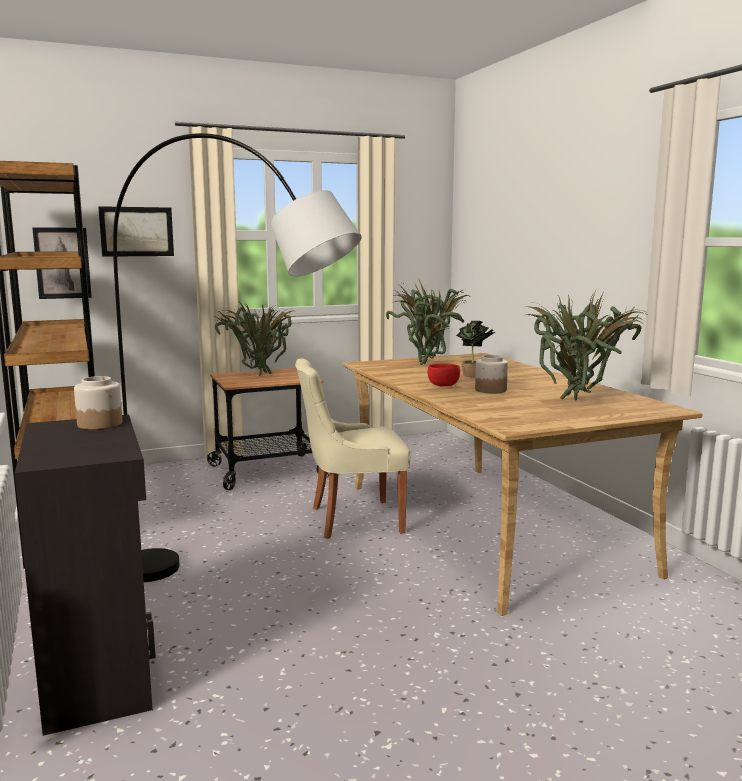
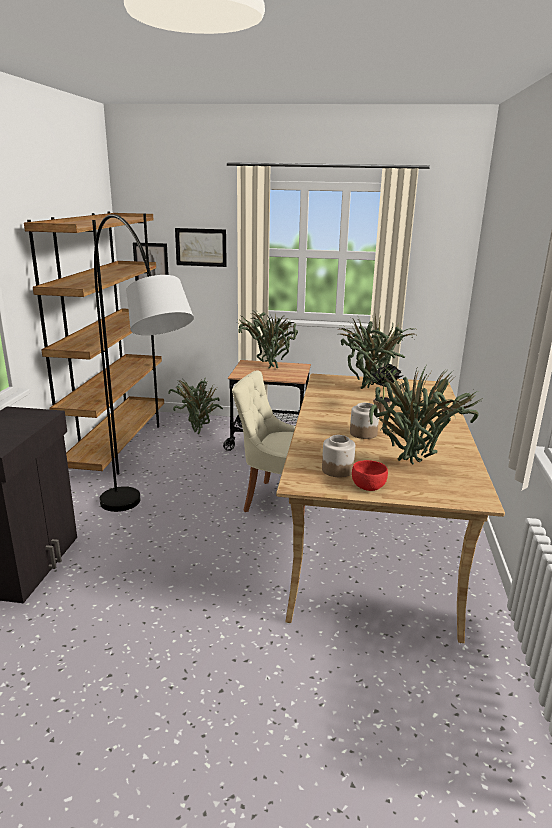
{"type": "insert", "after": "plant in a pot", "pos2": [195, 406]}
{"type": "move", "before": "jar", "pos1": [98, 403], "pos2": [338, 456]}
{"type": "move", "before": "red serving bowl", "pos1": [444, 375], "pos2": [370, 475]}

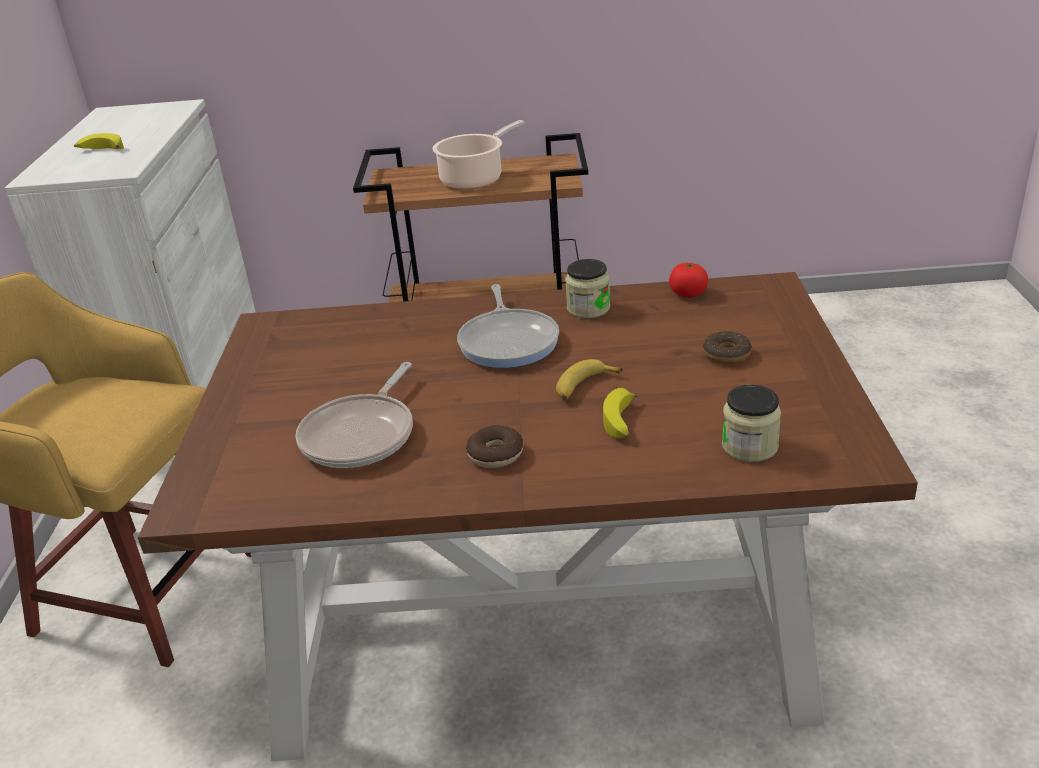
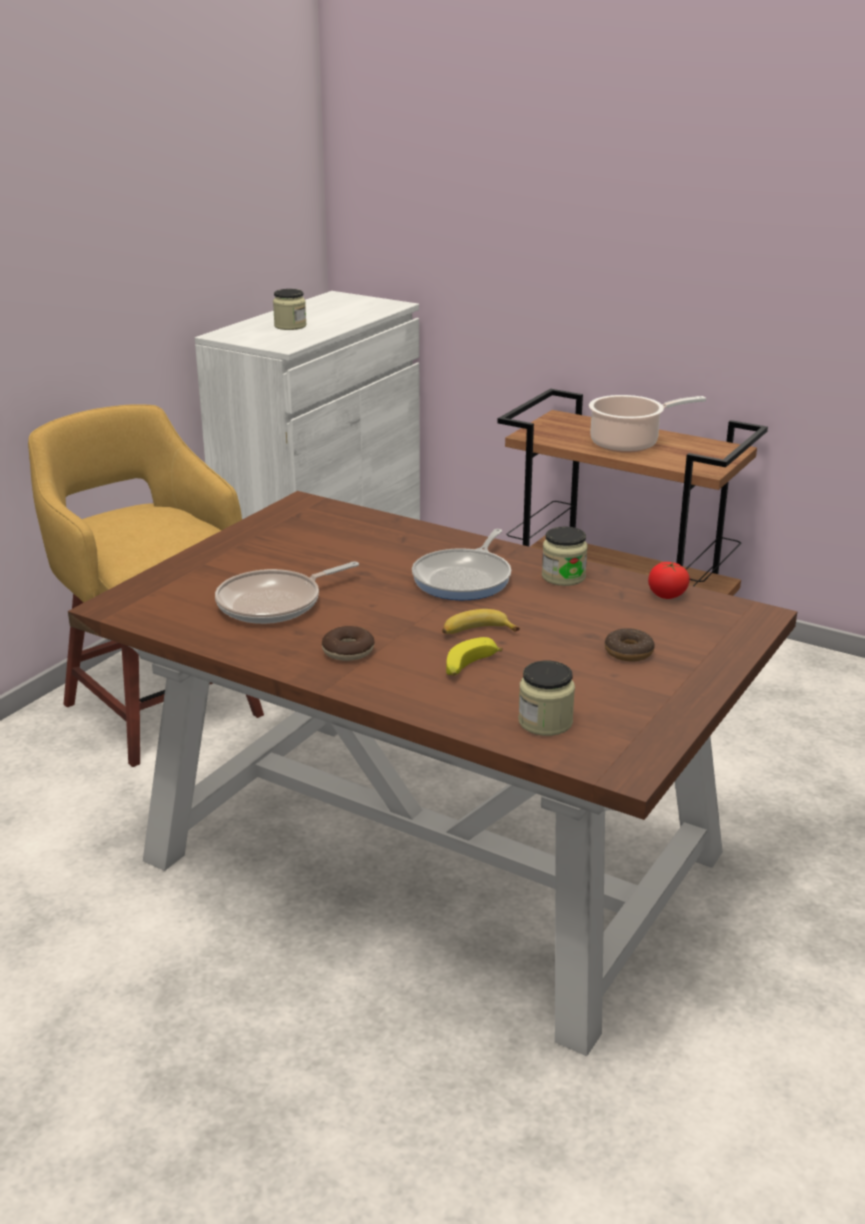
{"type": "replace", "before": "whole banana", "after": "jar", "pos1": [99, 141], "pos2": [290, 309]}

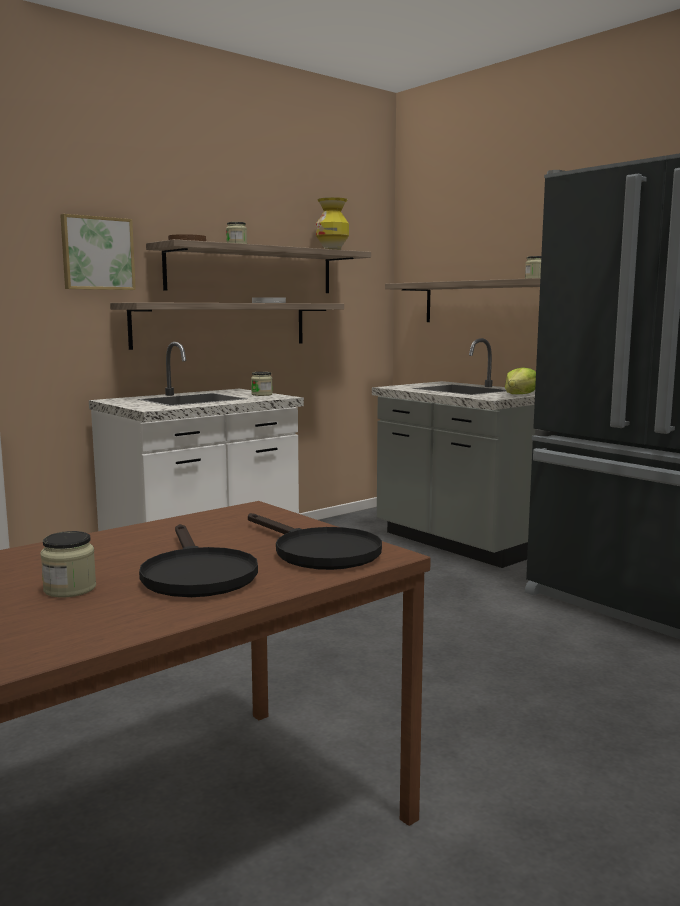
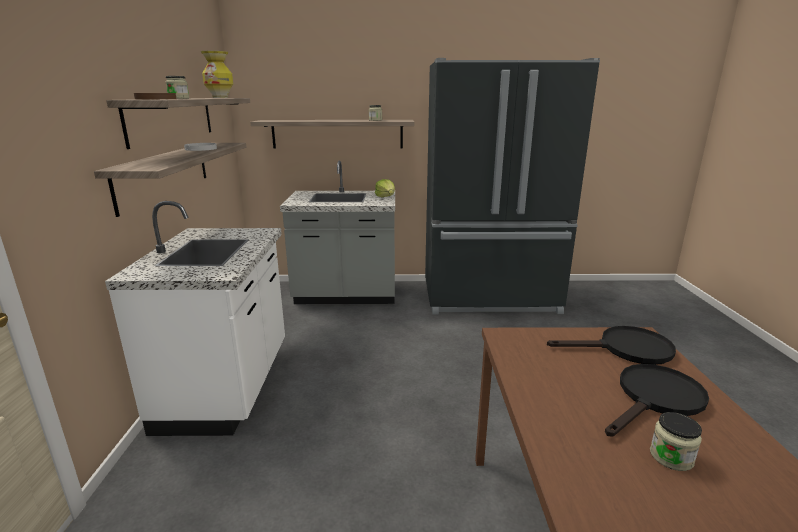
{"type": "rotate", "before": "black skillet", "pos1": [198, 560], "pos2": [657, 400], "turn": -60}
{"type": "delete", "before": "picture", "pos1": [98, 252]}
{"type": "delete", "before": "jar", "pos1": [262, 384]}

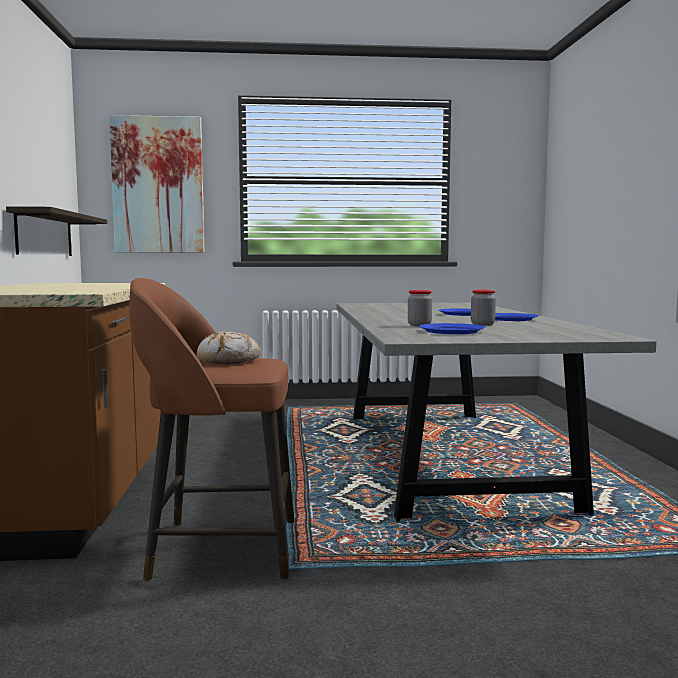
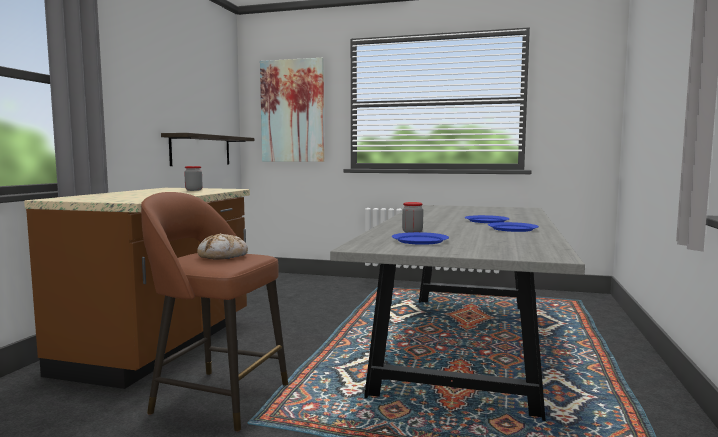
{"type": "move", "before": "jar", "pos1": [483, 308], "pos2": [193, 178]}

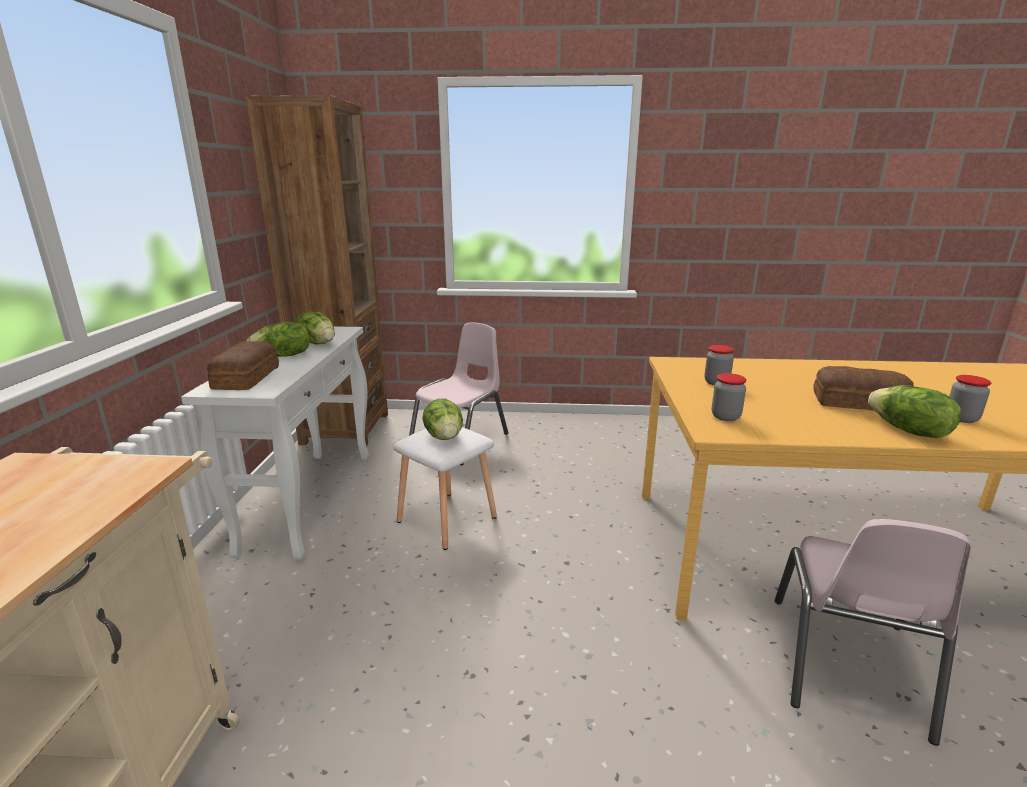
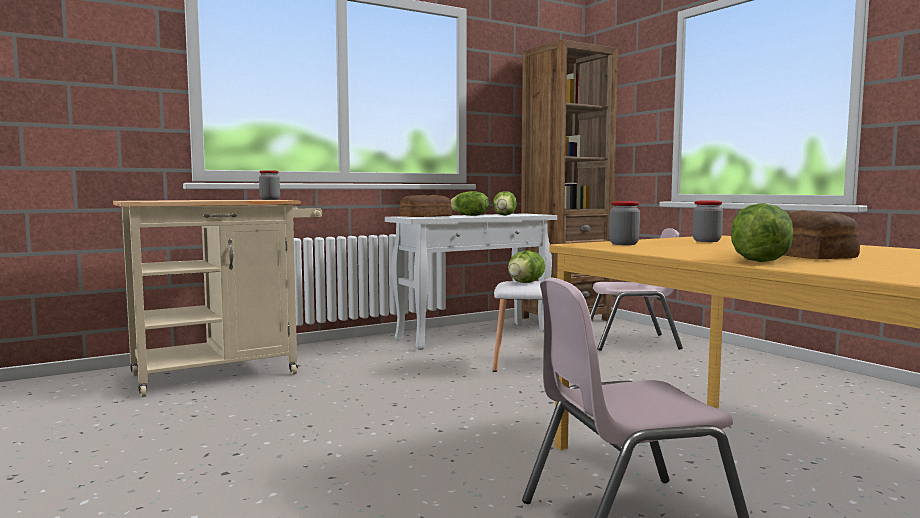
{"type": "move", "before": "jar", "pos1": [970, 399], "pos2": [269, 185]}

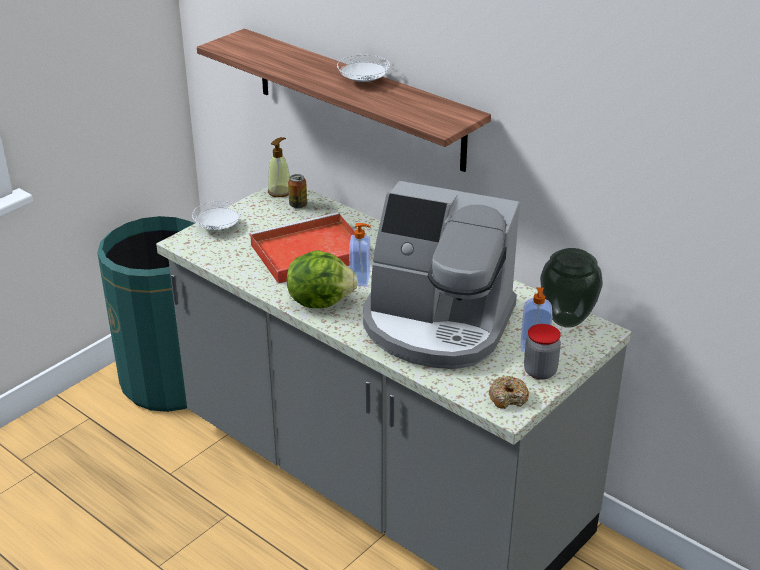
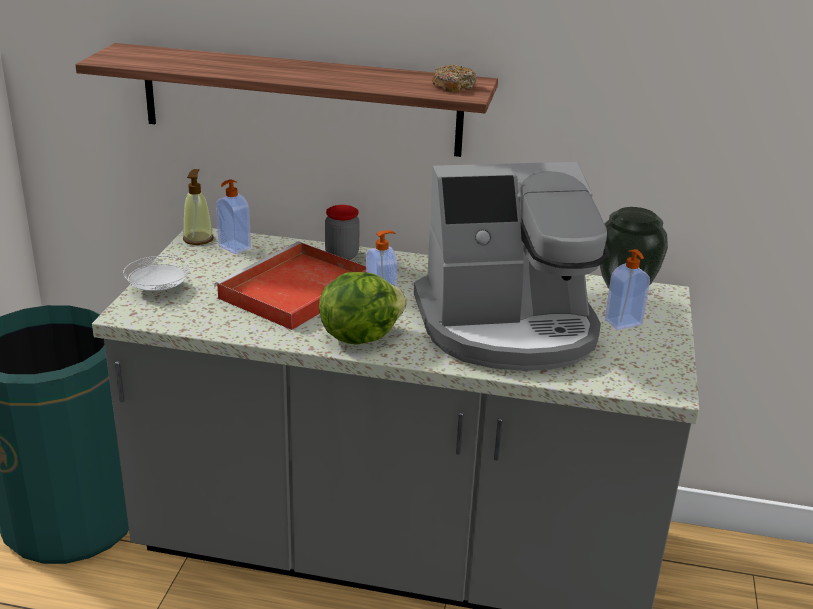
{"type": "replace", "before": "metal can", "after": "liquid soap bottle", "pos1": [297, 191], "pos2": [233, 216]}
{"type": "move", "before": "jar", "pos1": [542, 352], "pos2": [342, 232]}
{"type": "move", "before": "doughnut", "pos1": [509, 392], "pos2": [454, 78]}
{"type": "delete", "before": "white-coloured flat dish", "pos1": [363, 68]}

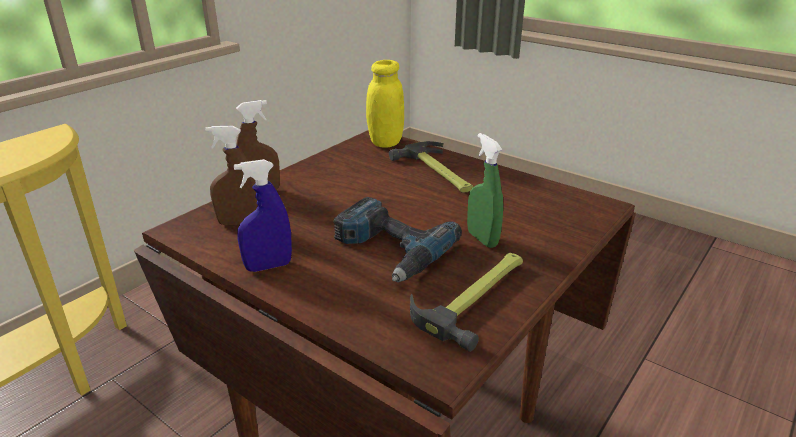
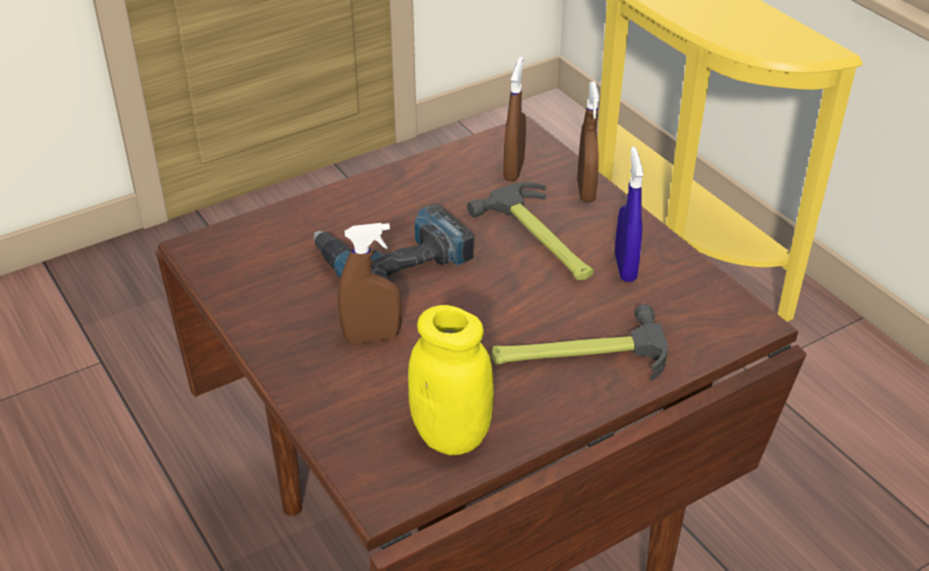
{"type": "recolor", "before": "green hand sprayer", "after": "brown hand sprayer", "pos1": [485, 190], "pos2": [370, 283]}
{"type": "move", "before": "yellow jar", "pos1": [385, 104], "pos2": [451, 380]}
{"type": "move", "before": "hand hammer", "pos1": [466, 302], "pos2": [530, 231]}
{"type": "move", "before": "blue-coloured hand sprayer", "pos1": [263, 215], "pos2": [629, 214]}

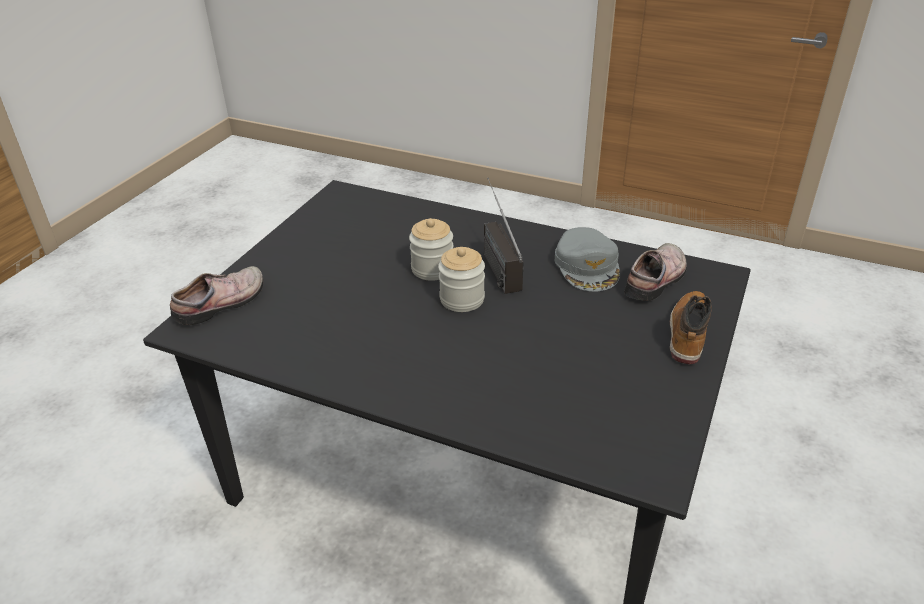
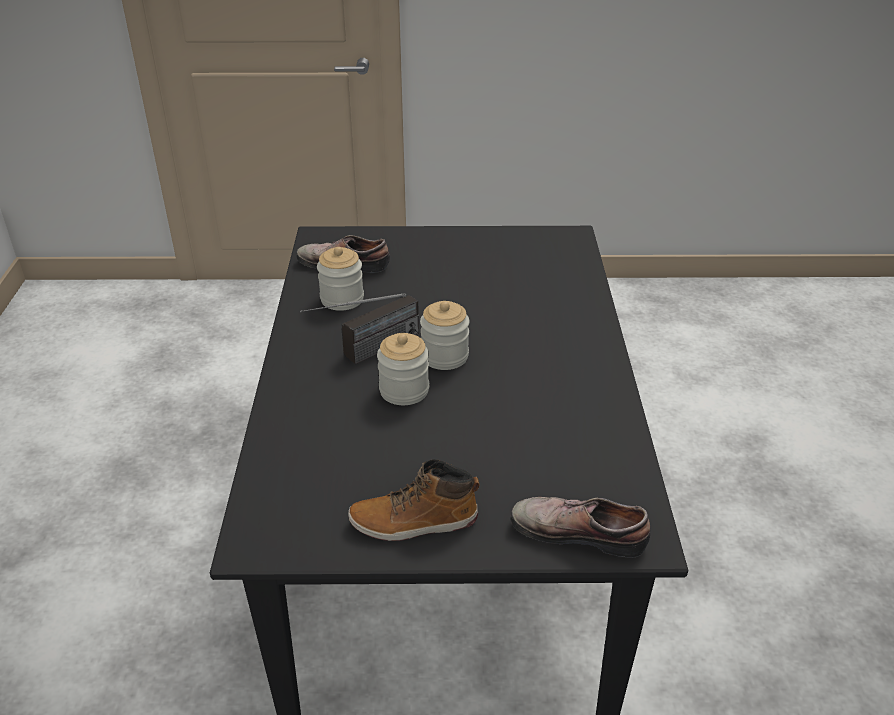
{"type": "replace", "before": "greyish peaked cap", "after": "jar", "pos1": [587, 259], "pos2": [340, 279]}
{"type": "move", "before": "high-top boot", "pos1": [691, 328], "pos2": [413, 500]}

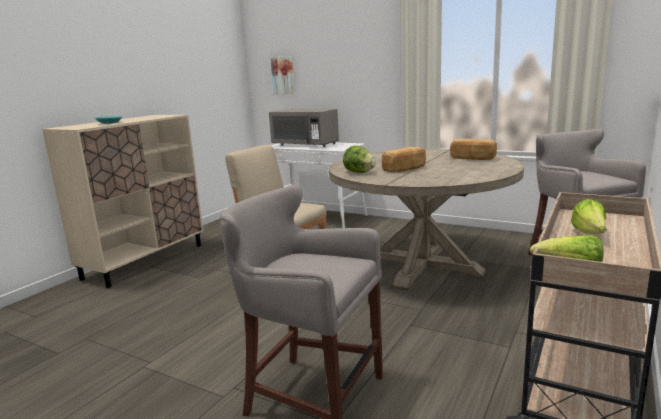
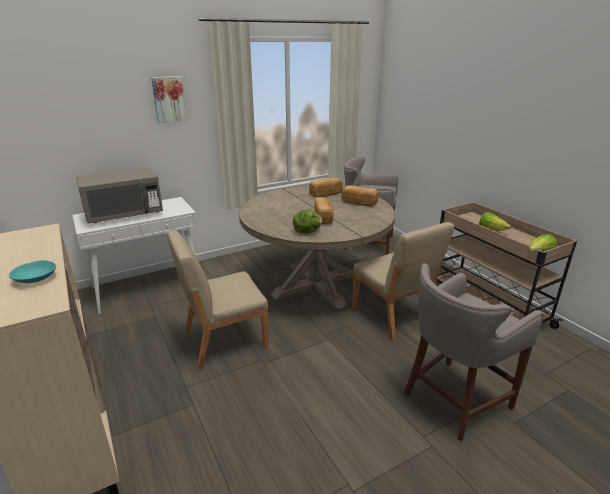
{"type": "move", "before": "picture", "pos1": [282, 75], "pos2": [169, 99]}
{"type": "insert", "after": "bread", "pos2": [360, 195]}
{"type": "insert", "after": "sand-coloured chair", "pos2": [403, 281]}

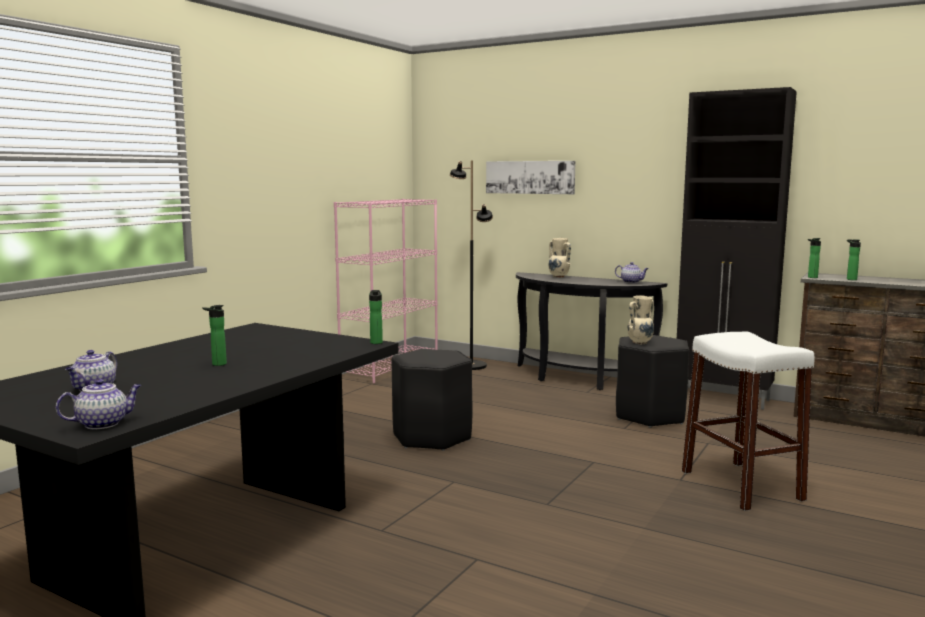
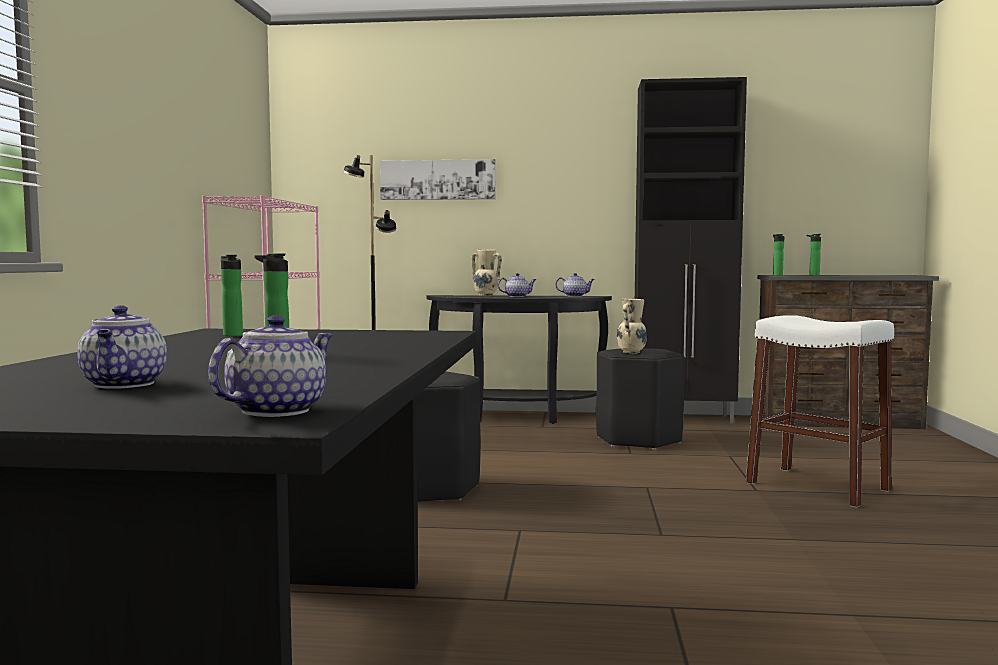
{"type": "move", "before": "drink bottle", "pos1": [376, 317], "pos2": [232, 296]}
{"type": "insert", "after": "tea pot", "pos2": [517, 285]}

